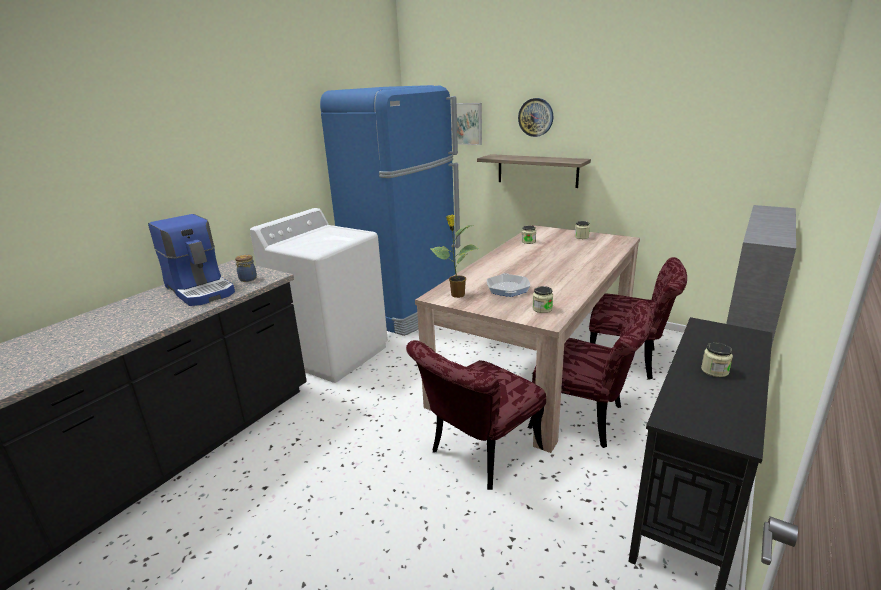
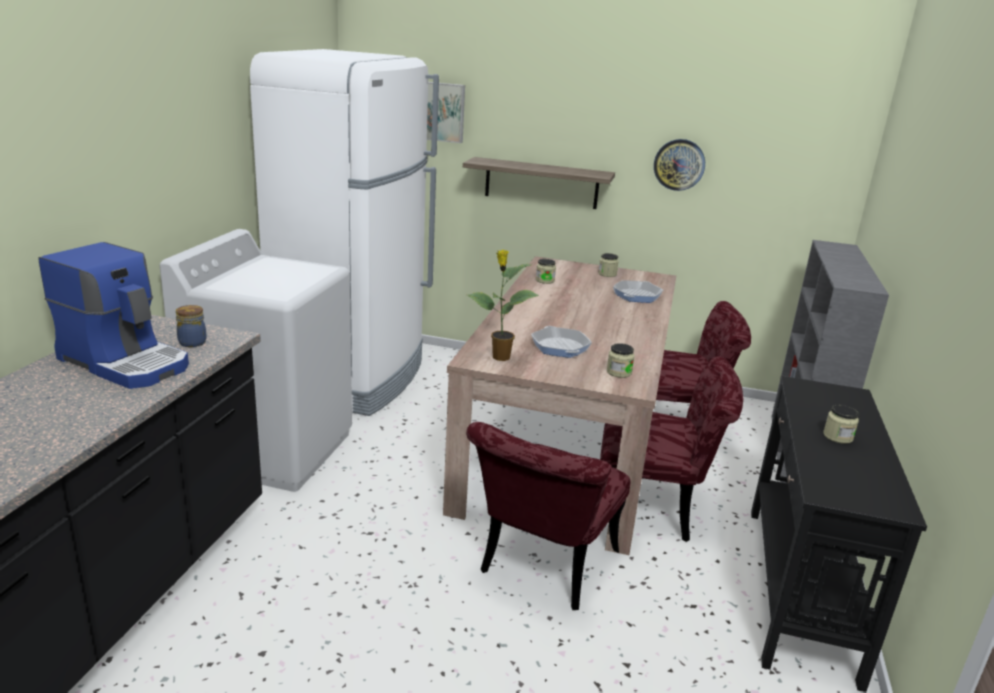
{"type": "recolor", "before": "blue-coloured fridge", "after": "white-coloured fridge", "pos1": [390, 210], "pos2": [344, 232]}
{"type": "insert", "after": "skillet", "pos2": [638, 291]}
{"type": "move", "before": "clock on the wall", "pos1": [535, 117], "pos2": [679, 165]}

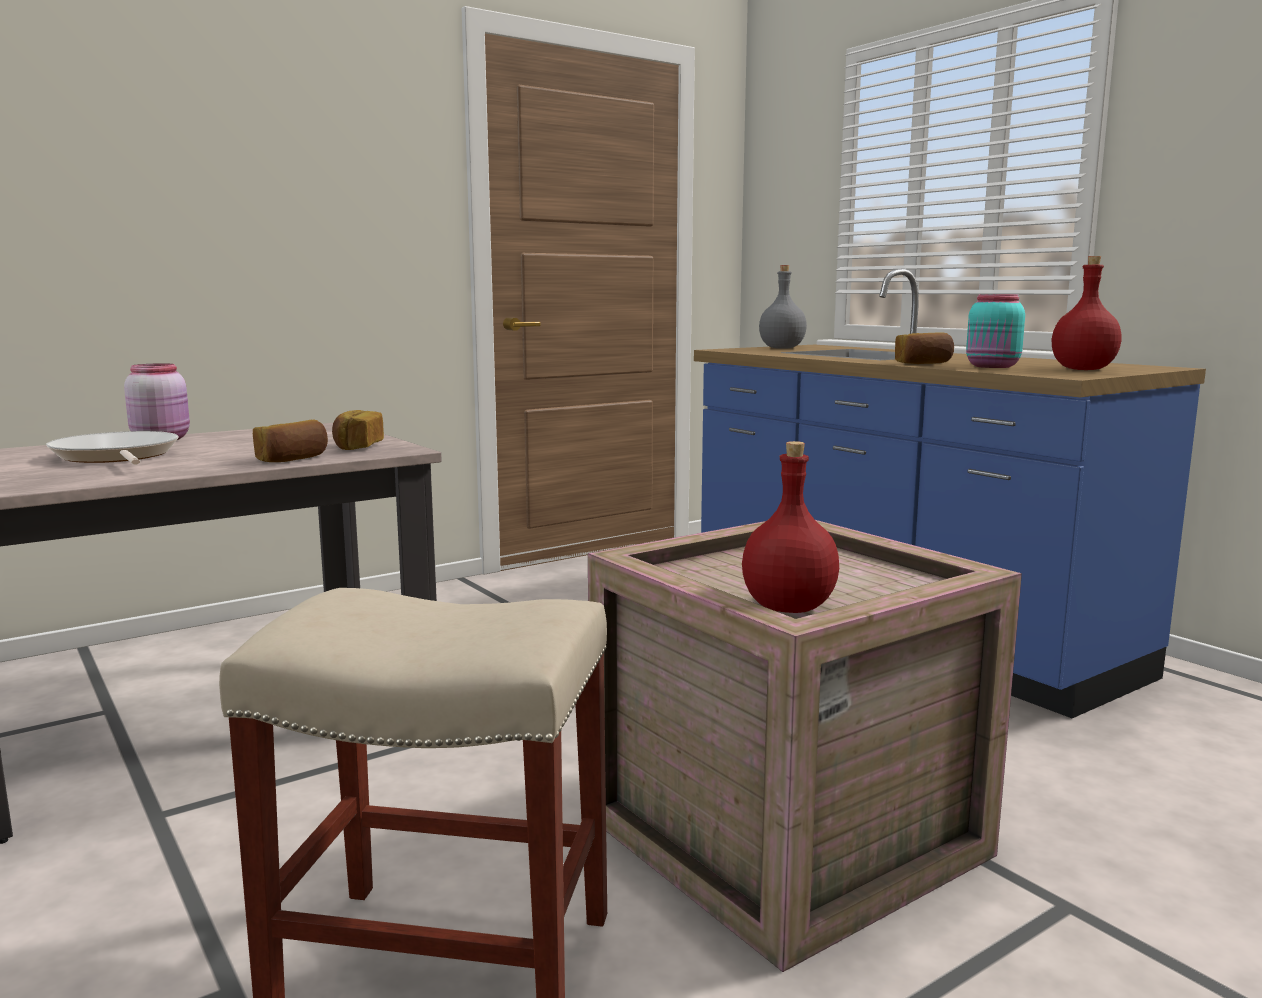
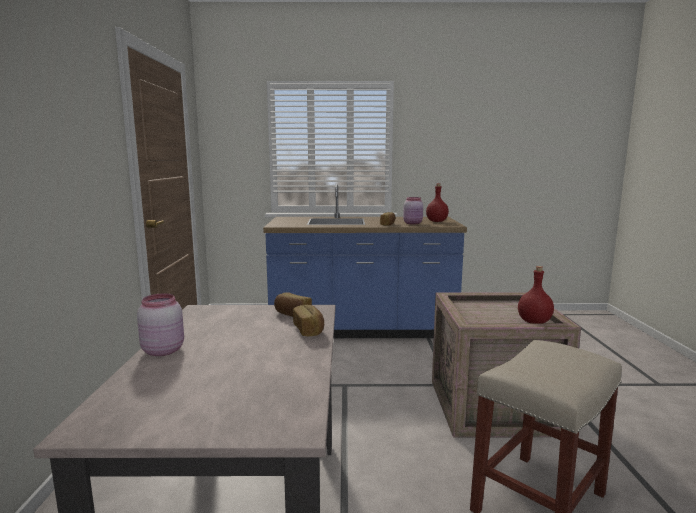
{"type": "recolor", "before": "turquoise jar", "after": "pinkish jar", "pos1": [995, 331], "pos2": [413, 210]}
{"type": "delete", "before": "skillet", "pos1": [112, 448]}
{"type": "delete", "before": "greyish drink bottle", "pos1": [783, 307]}

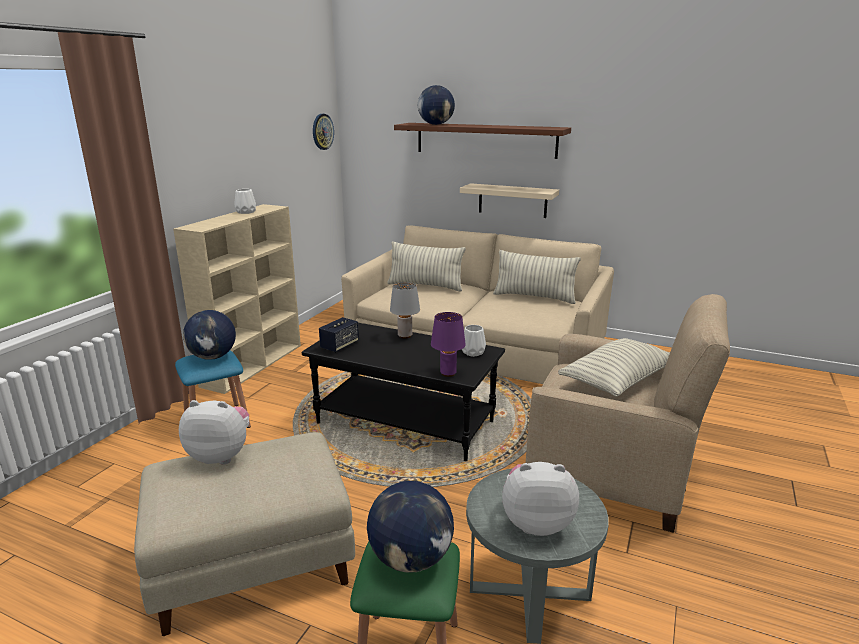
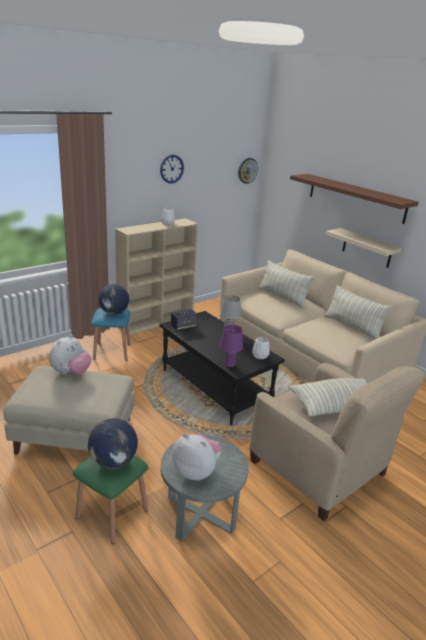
{"type": "rotate", "before": "soft toy", "pos1": [214, 432], "pos2": [70, 355], "turn": 90}
{"type": "insert", "after": "clock on the wall", "pos2": [172, 169]}
{"type": "delete", "before": "world globe", "pos1": [436, 105]}

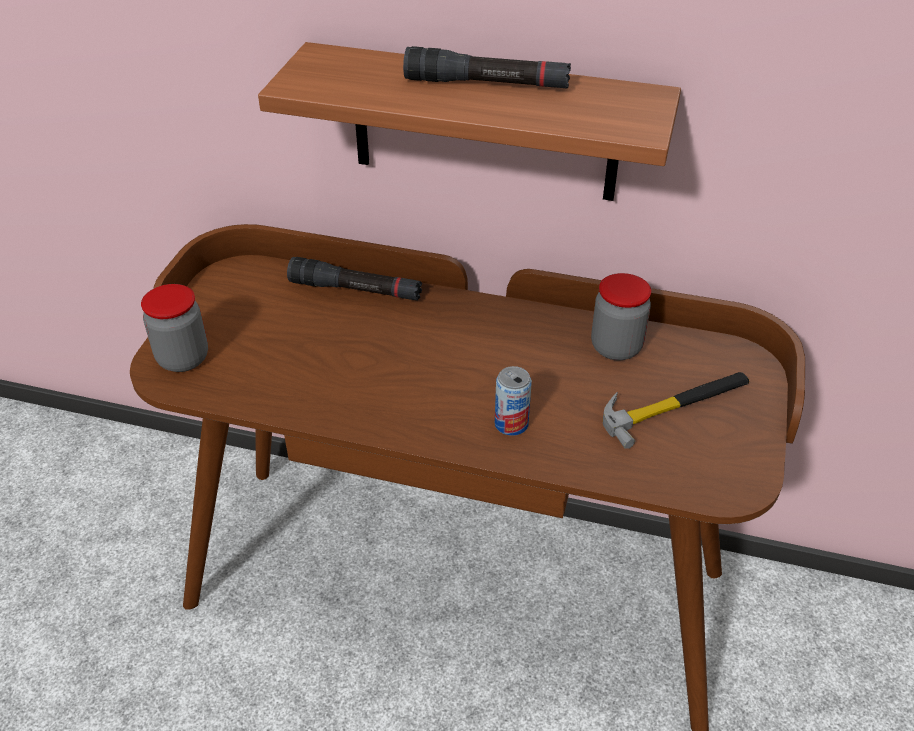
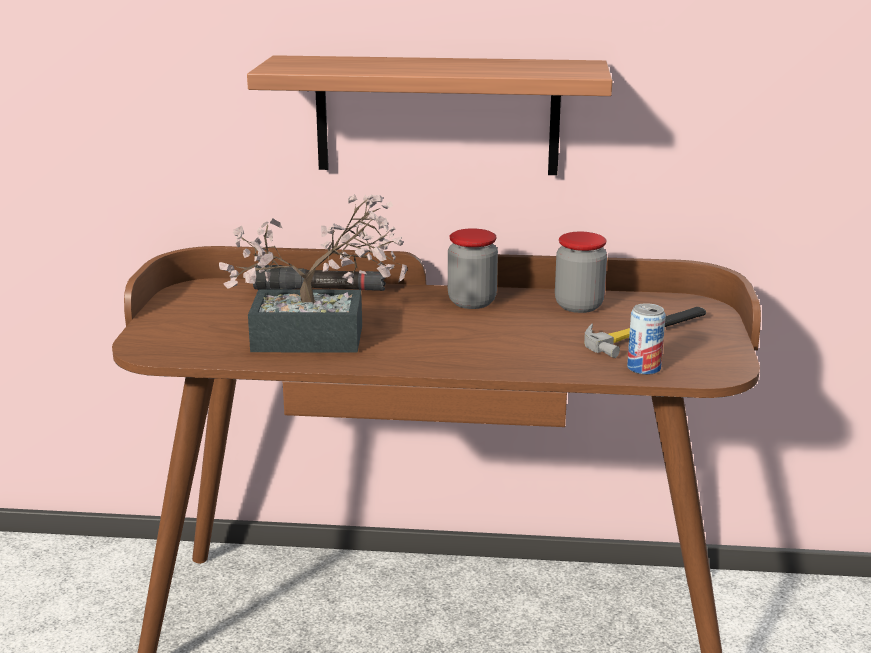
{"type": "insert", "after": "plant in a pot", "pos2": [313, 273]}
{"type": "move", "before": "jar", "pos1": [174, 328], "pos2": [473, 268]}
{"type": "move", "before": "metal can", "pos1": [513, 401], "pos2": [646, 339]}
{"type": "delete", "before": "black flashlight", "pos1": [487, 67]}

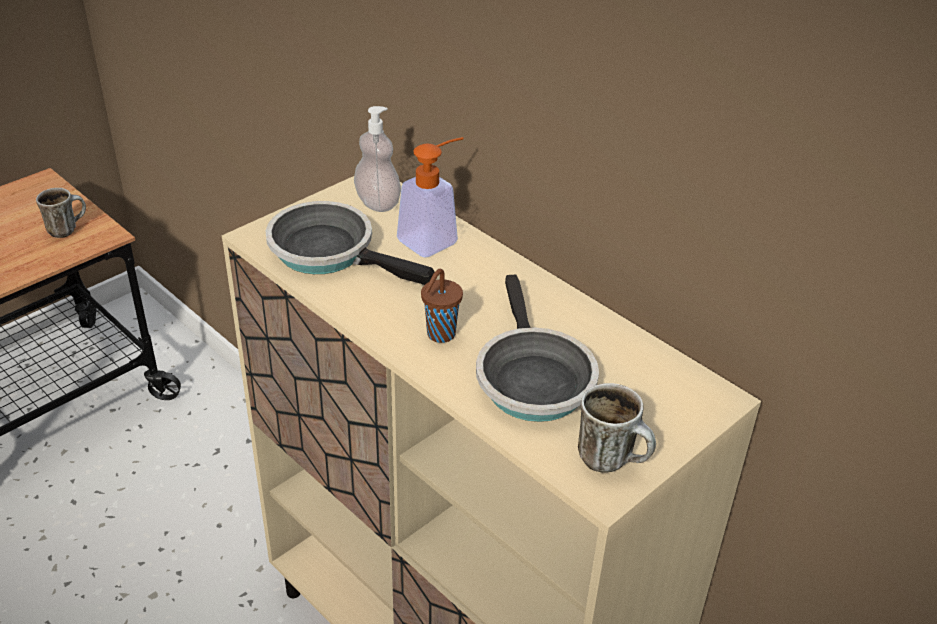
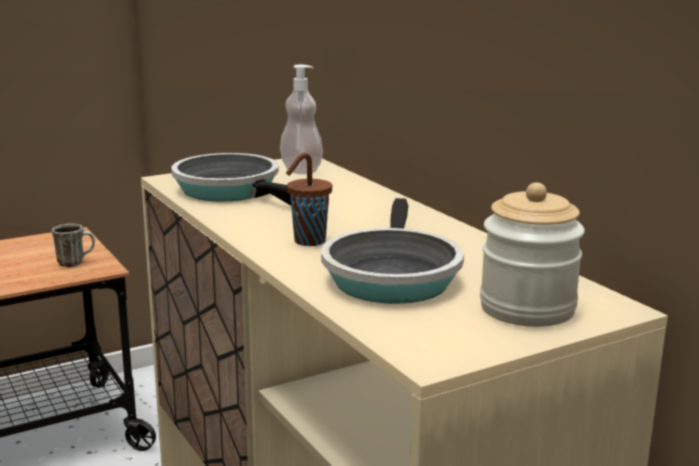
{"type": "insert", "after": "jar", "pos2": [532, 254]}
{"type": "delete", "before": "liquid soap bottle", "pos1": [430, 197]}
{"type": "delete", "before": "coffee mug", "pos1": [617, 428]}

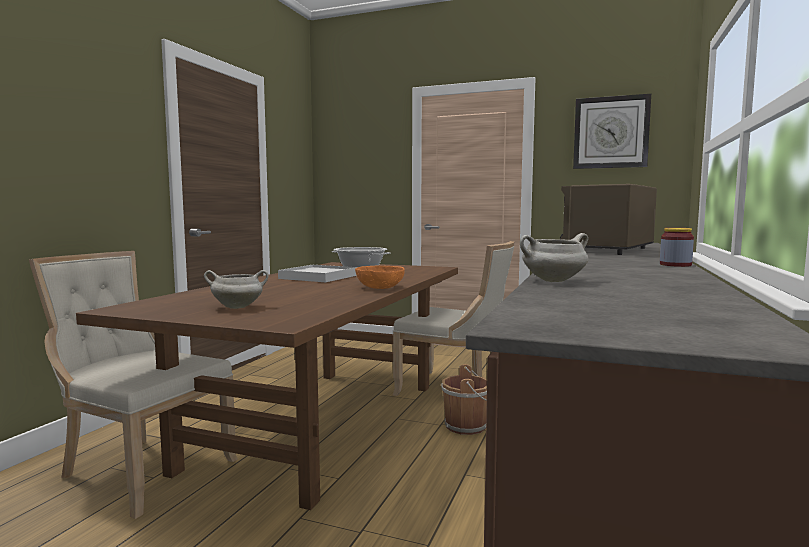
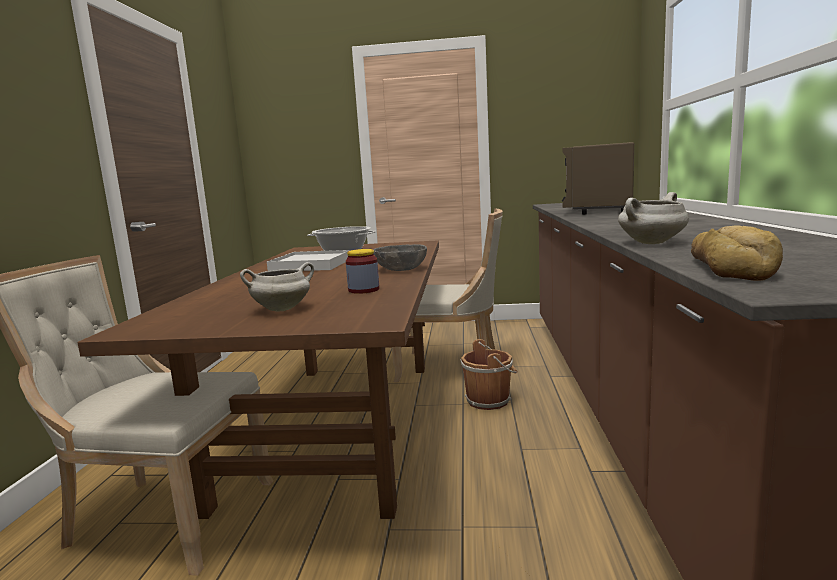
{"type": "move", "before": "jar", "pos1": [677, 247], "pos2": [362, 271]}
{"type": "recolor", "before": "orange serving bowl", "after": "greyish serving bowl", "pos1": [380, 277], "pos2": [400, 257]}
{"type": "insert", "after": "bread", "pos2": [737, 253]}
{"type": "delete", "before": "clock on the wall", "pos1": [612, 131]}

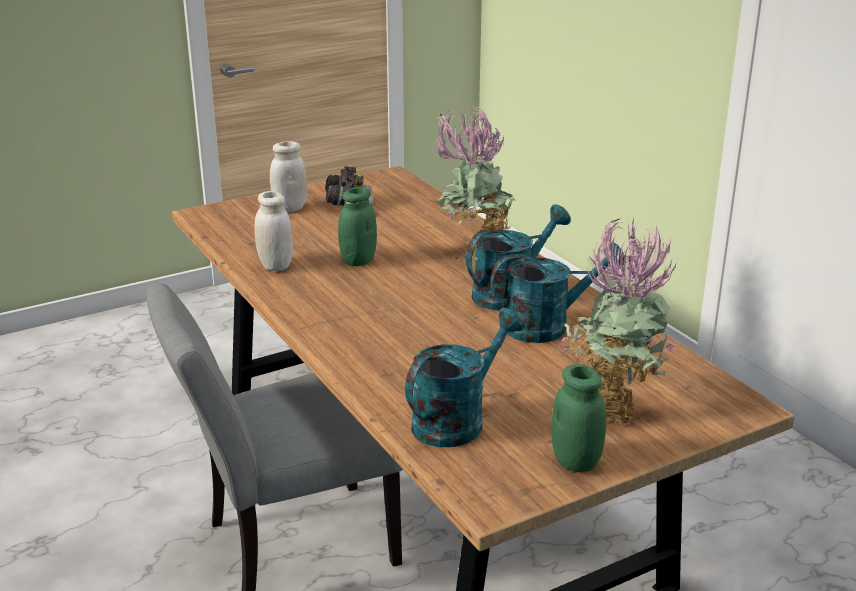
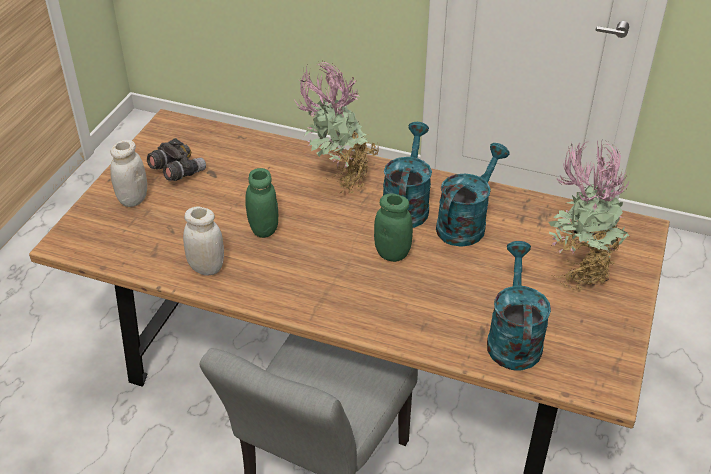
{"type": "move", "before": "green jar", "pos1": [578, 418], "pos2": [393, 227]}

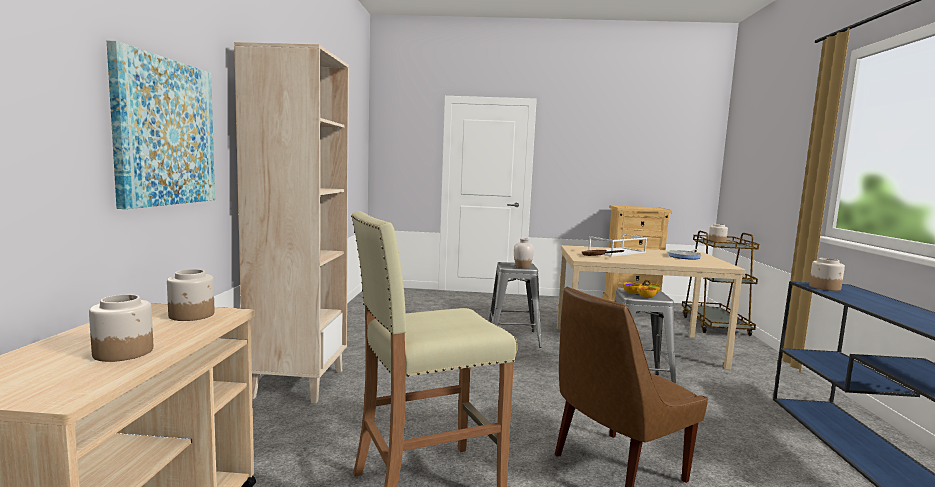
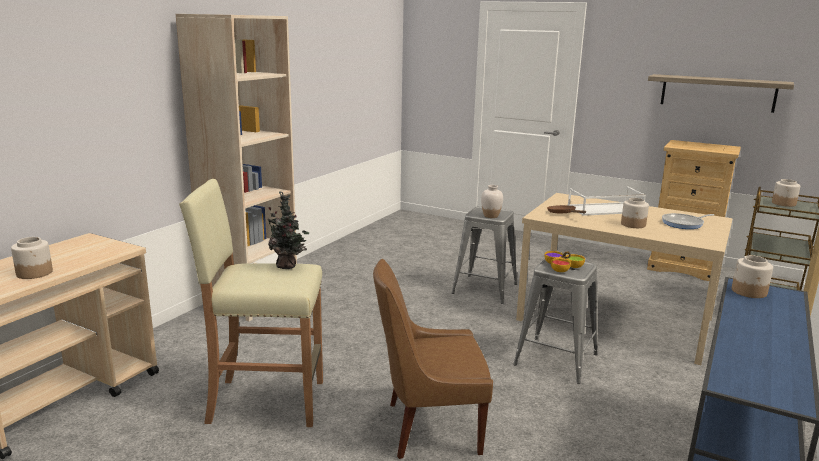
{"type": "insert", "after": "plant in a pot", "pos2": [288, 230]}
{"type": "move", "before": "jar", "pos1": [190, 295], "pos2": [635, 213]}
{"type": "insert", "after": "shelf", "pos2": [721, 93]}
{"type": "delete", "before": "picture", "pos1": [161, 125]}

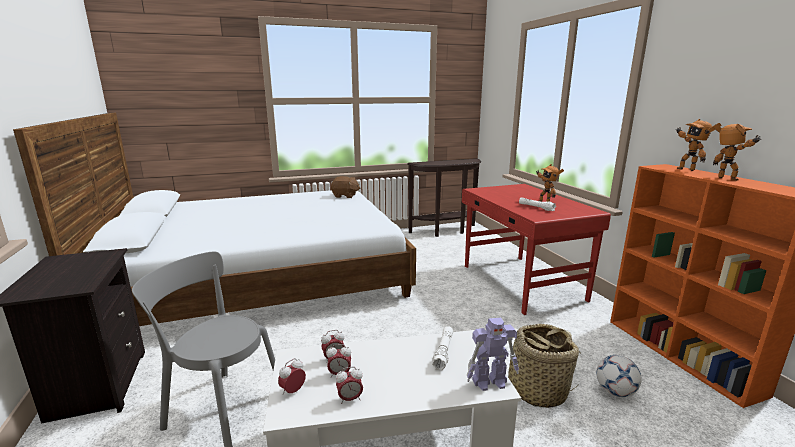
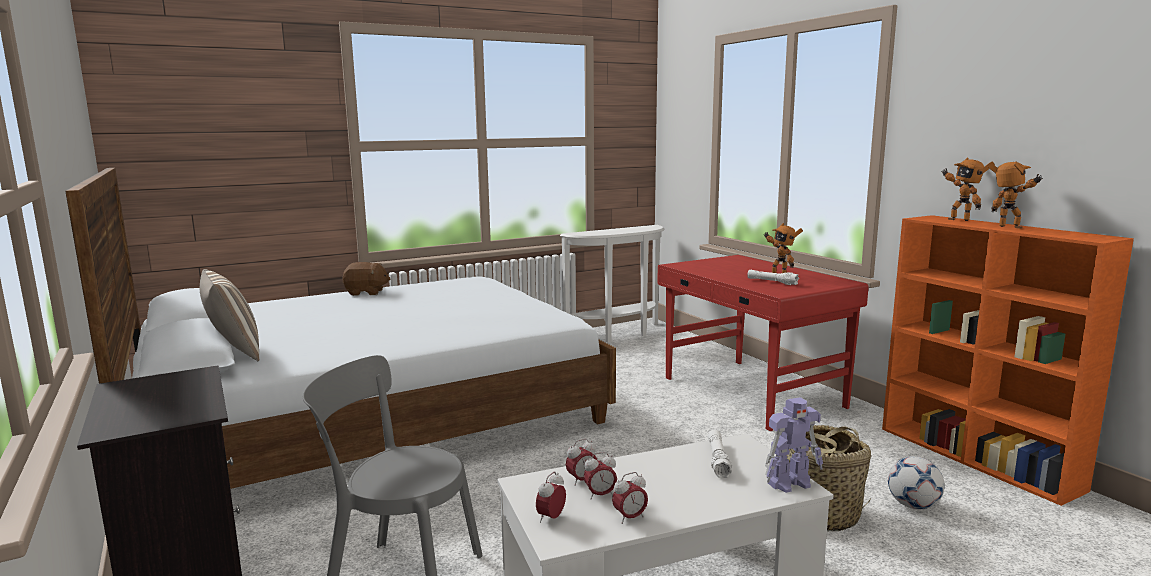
{"type": "insert", "after": "pillow", "pos2": [229, 315]}
{"type": "move", "before": "brown soft toy", "pos1": [345, 187], "pos2": [366, 279]}
{"type": "recolor", "before": "brown hall table", "after": "white-coloured hall table", "pos1": [444, 198], "pos2": [612, 284]}

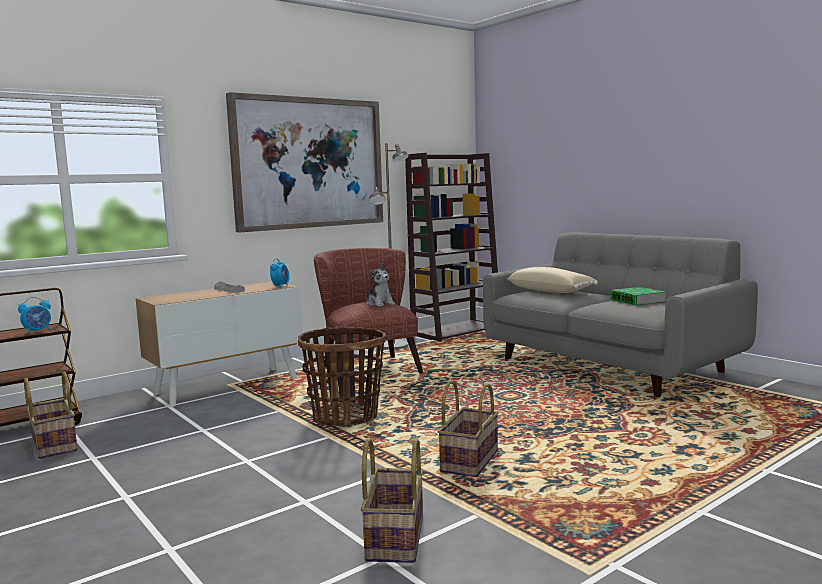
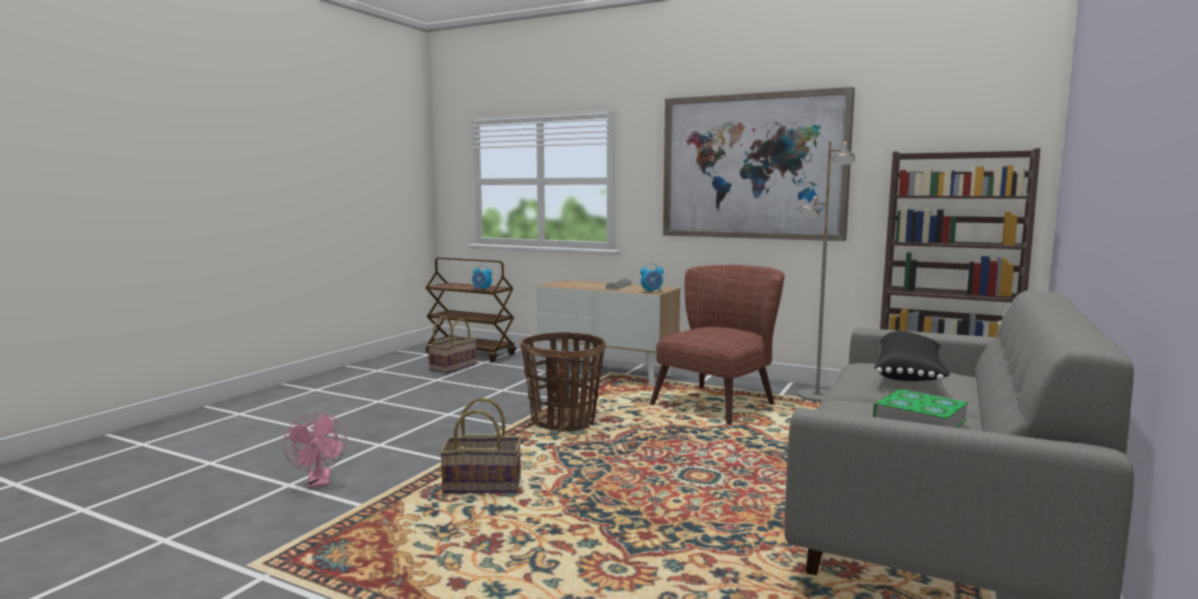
{"type": "replace", "before": "household basket", "after": "pinkish electric fan", "pos1": [392, 500], "pos2": [315, 450]}
{"type": "recolor", "before": "sand-coloured pillow", "after": "black pillow", "pos1": [553, 280], "pos2": [912, 356]}
{"type": "delete", "before": "soft toy", "pos1": [381, 285]}

